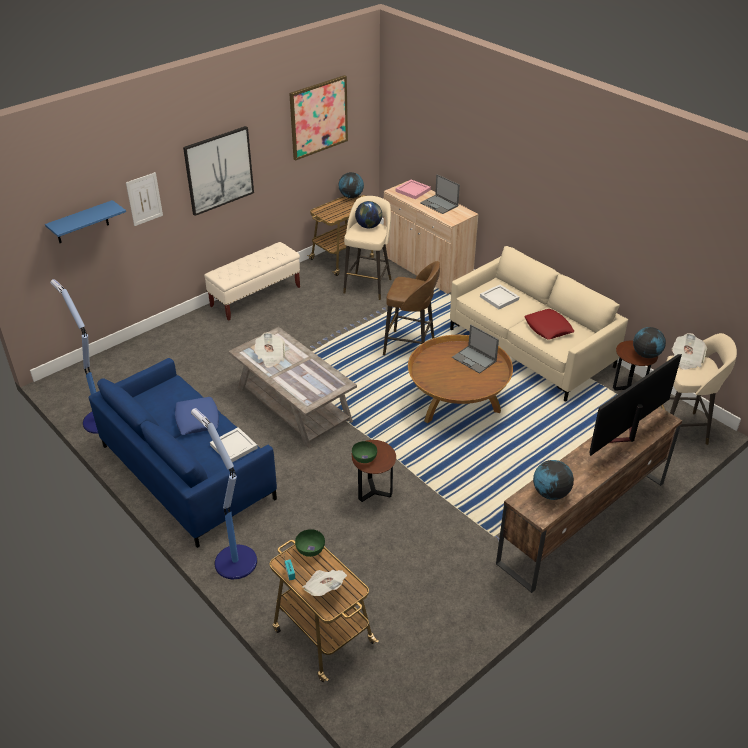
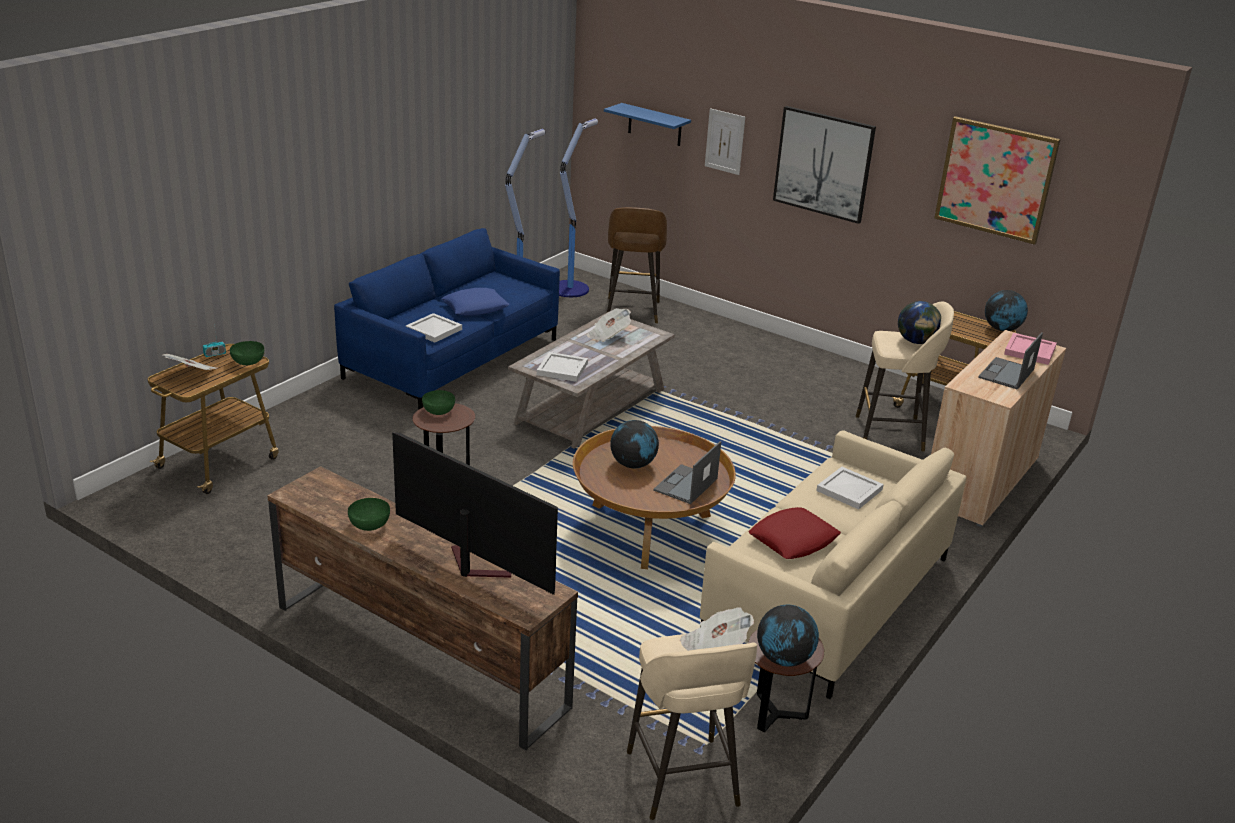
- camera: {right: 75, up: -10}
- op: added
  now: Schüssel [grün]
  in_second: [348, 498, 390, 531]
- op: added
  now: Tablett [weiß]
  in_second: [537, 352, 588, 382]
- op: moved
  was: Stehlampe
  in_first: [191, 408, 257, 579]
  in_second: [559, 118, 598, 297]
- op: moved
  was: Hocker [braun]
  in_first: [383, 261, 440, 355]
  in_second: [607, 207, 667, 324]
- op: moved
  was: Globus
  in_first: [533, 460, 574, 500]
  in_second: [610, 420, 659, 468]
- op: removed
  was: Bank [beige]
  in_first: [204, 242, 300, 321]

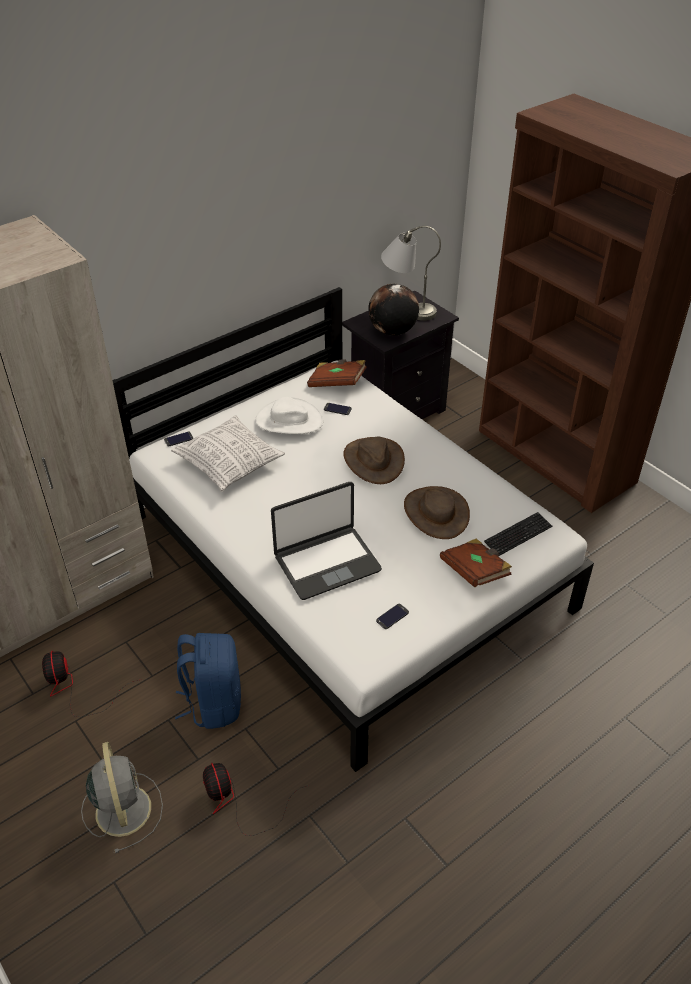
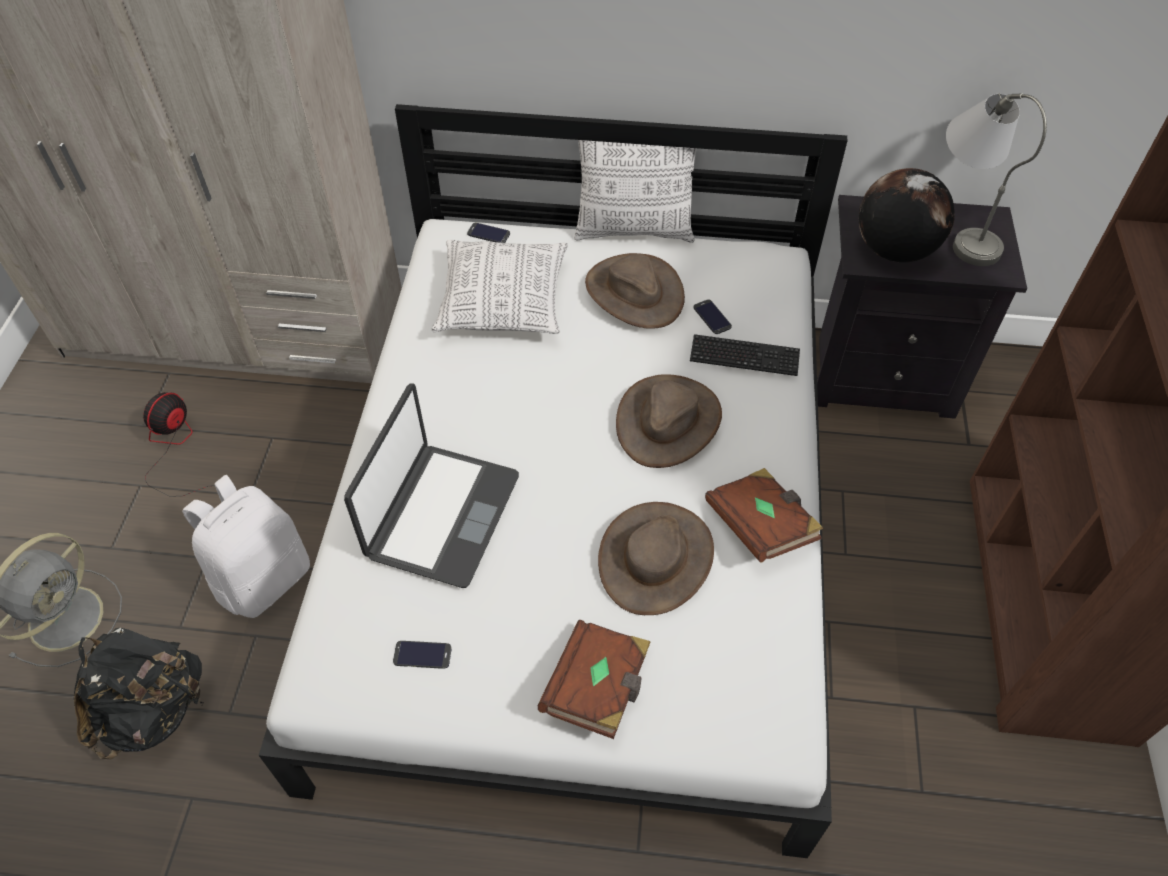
- camera: {right: 45, up: 10}
- op: replaced
  was: Ventilator
  now: Rucksack [schwarz]
  in_first: [203, 763, 308, 836]
  in_second: [74, 628, 203, 759]
- op: recoloured
  was: Rucksack [blau]
  now: Rucksack [weiß]
  in_first: [175, 633, 241, 729]
  in_second: [182, 475, 310, 618]
- op: turned
  was: Laptop
  in_first: [271, 482, 382, 600]
  in_second: [344, 383, 519, 588]
  clockwise: -90
- op: added
  now: Kissen
  in_second: [574, 140, 697, 243]
- op: recoloured
  was: Hut [weiß]
  now: Hut [braun]
  in_first: [255, 397, 323, 434]
  in_second: [585, 253, 685, 329]
- op: moved
  was: Tastatur
  in_first: [484, 512, 552, 556]
  in_second: [690, 334, 800, 376]
- op: moved
  was: Buch [braun]
  in_first: [307, 359, 367, 387]
  in_second: [705, 468, 823, 563]

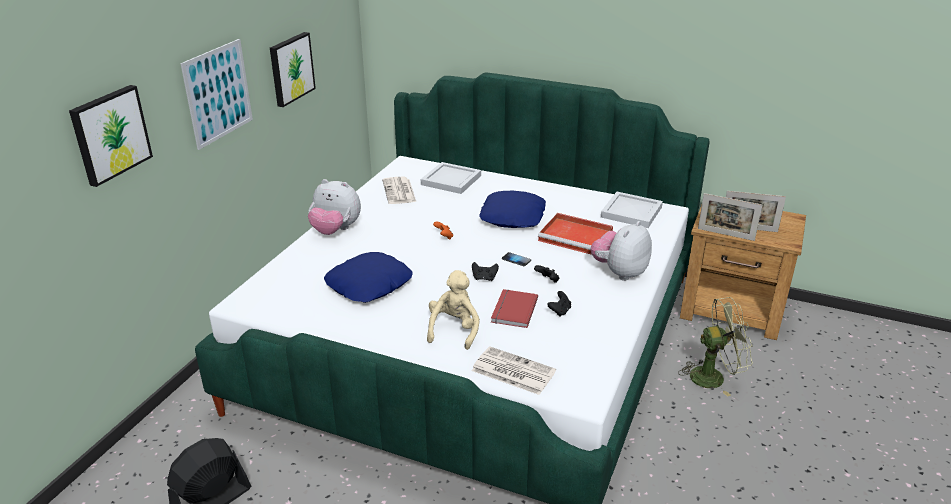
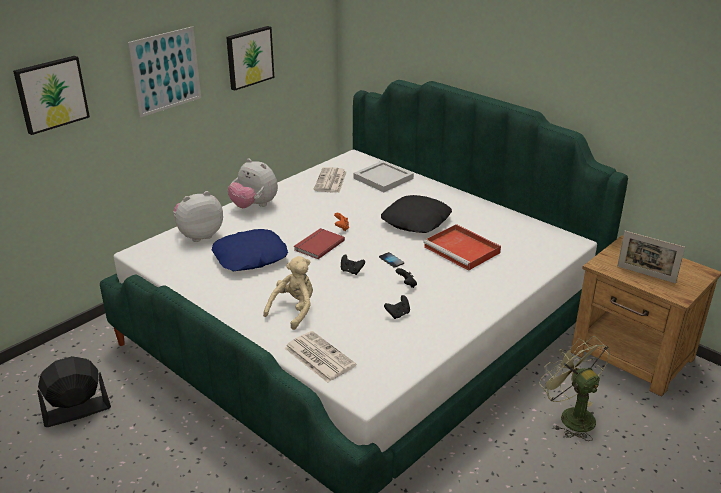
- camera: {right: 20, up: 0}
- op: moved
  was: Plüschtier
  in_first: [591, 221, 652, 281]
  in_second: [173, 191, 223, 242]
- op: moved
  was: Buch [rot]
  in_first: [491, 289, 538, 328]
  in_second: [294, 228, 345, 259]
- op: recoloured
  was: Kissen [blau]
  now: Kissen [schwarz]
  in_first: [479, 191, 546, 228]
  in_second: [381, 195, 452, 233]
- op: turned
  was: Ventilator [grün]
  in_first: [678, 297, 753, 397]
  in_second: [539, 336, 610, 441]
  clockwise: -135
- op: removed
  was: Tablett [weiß]
  in_first: [601, 192, 663, 228]
- op: removed
  was: Bilderrahmen
  in_first: [698, 193, 762, 241]

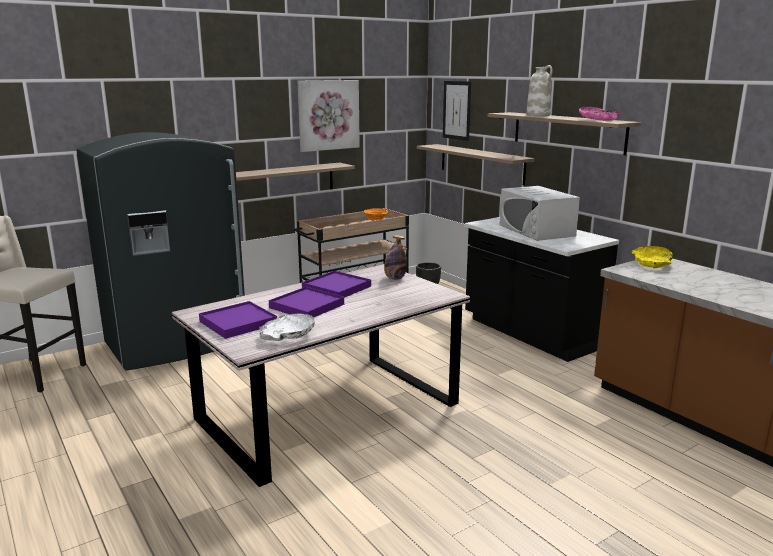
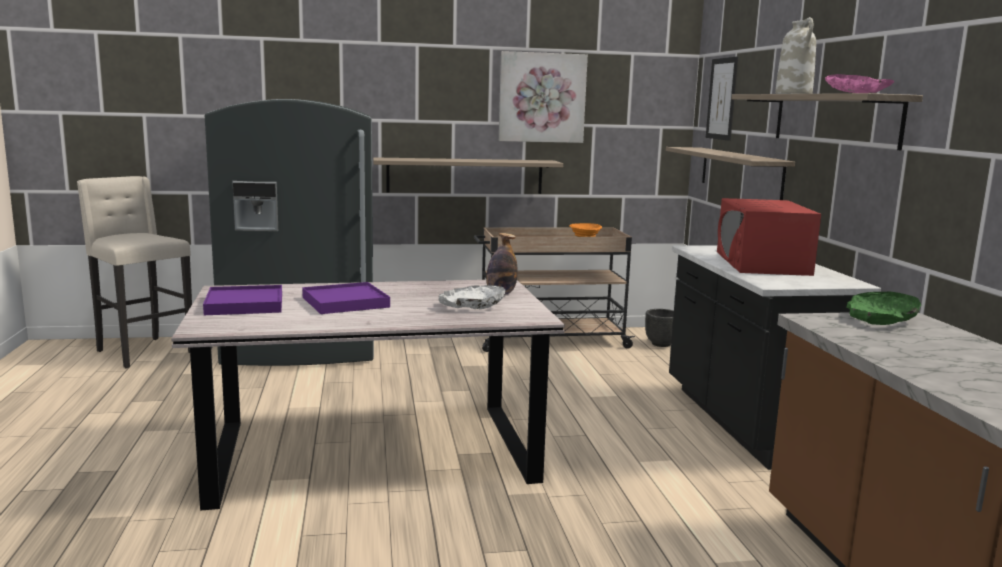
- camera: {right: 25, up: -5}
- op: moved
  was: Schüssel [weiß]
  in_first: [259, 313, 315, 341]
  in_second: [438, 285, 505, 309]
- op: recoloured
  was: Mikrowelle [weiß]
  now: Mikrowelle [rot]
  in_first: [499, 186, 580, 241]
  in_second: [717, 198, 821, 276]
- op: recoloured
  was: Schüssel [gelb]
  now: Schüssel [grün]
  in_first: [632, 246, 673, 269]
  in_second: [846, 292, 921, 325]
- op: removed
  was: Tablett [lila]
  in_first: [302, 271, 371, 298]

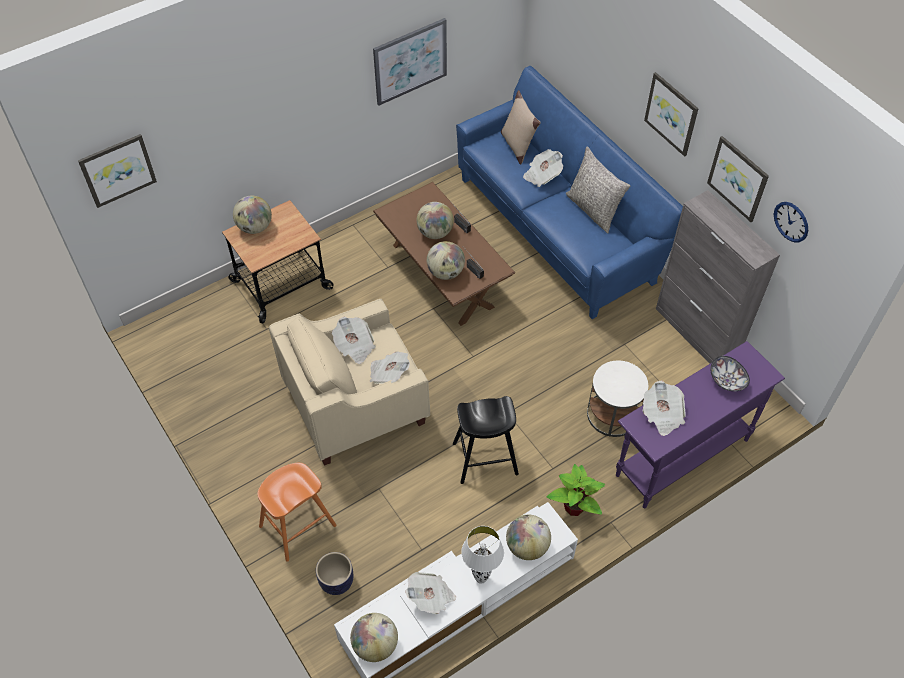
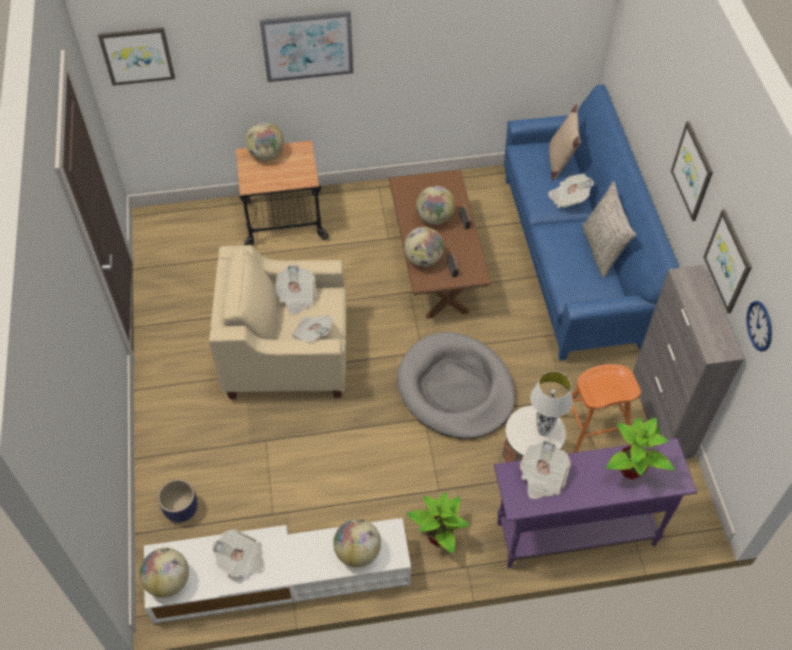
- camera: {right: 25, up: 0}
- op: moved
  was: Bild
  in_first: [373, 18, 447, 106]
  in_second: [260, 11, 353, 82]
- op: added
  now: Hundebett [grau]
  in_second: [397, 332, 515, 439]
- op: moved
  was: Tischlampe [weiß]
  in_first: [461, 526, 504, 584]
  in_second: [530, 371, 573, 436]
- op: moved
  was: Hocker [orange]
  in_first: [257, 463, 337, 562]
  in_second: [571, 364, 641, 453]
- op: replaced
  was: Schüssel
  now: Topfpflanze
  in_first: [710, 356, 750, 391]
  in_second: [606, 417, 675, 480]
- op: removed
  was: Hocker [schwarz]
  in_first: [453, 396, 519, 484]

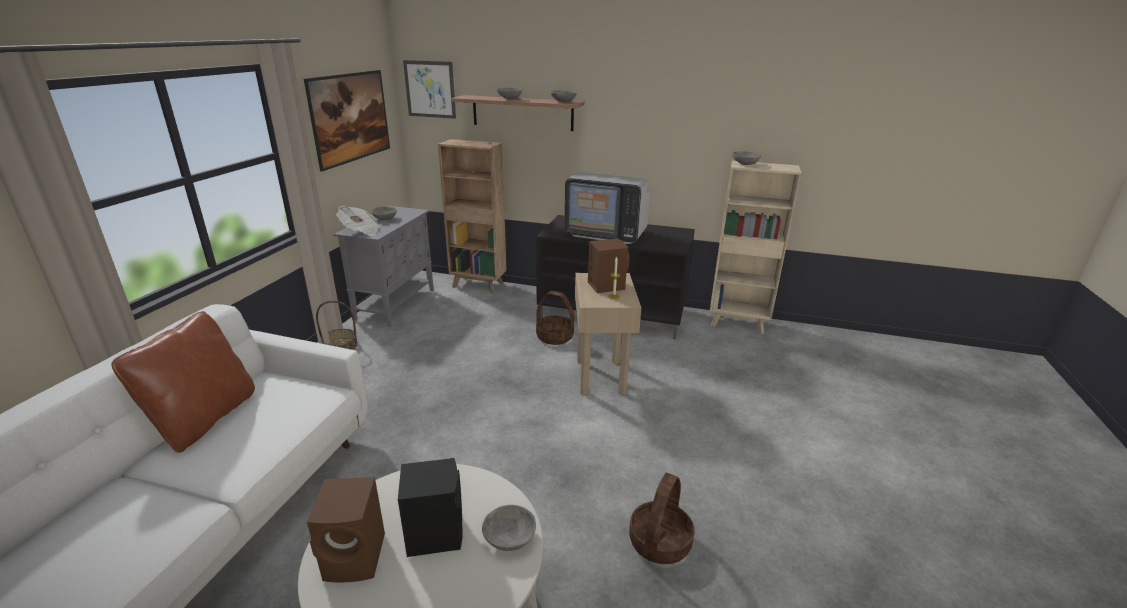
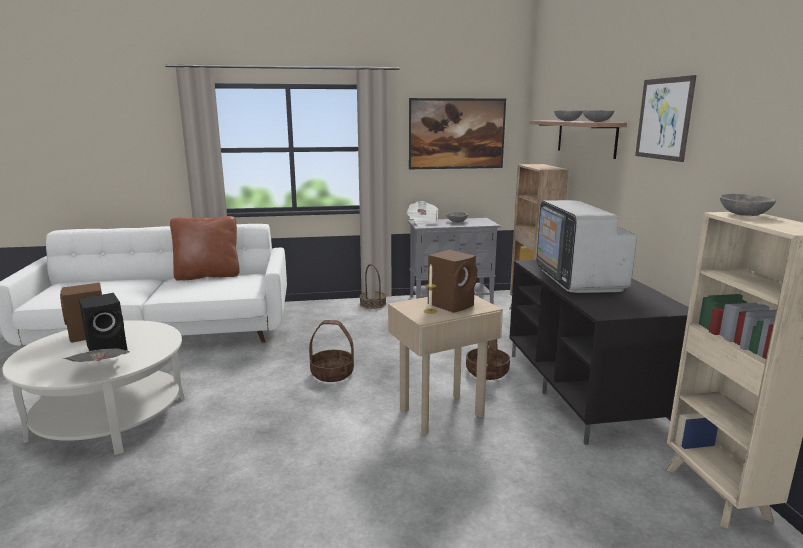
- camera: {right: 65, up: -10}
- op: replaced
  was: Schüssel [grau]
  now: Zeitung
  in_first: [482, 505, 536, 551]
  in_second: [62, 349, 130, 362]
- op: moved
  was: Korb
  in_first: [629, 473, 694, 564]
  in_second: [309, 320, 354, 382]
- op: moved
  was: Bild
  in_first: [403, 60, 456, 119]
  in_second: [635, 75, 697, 162]

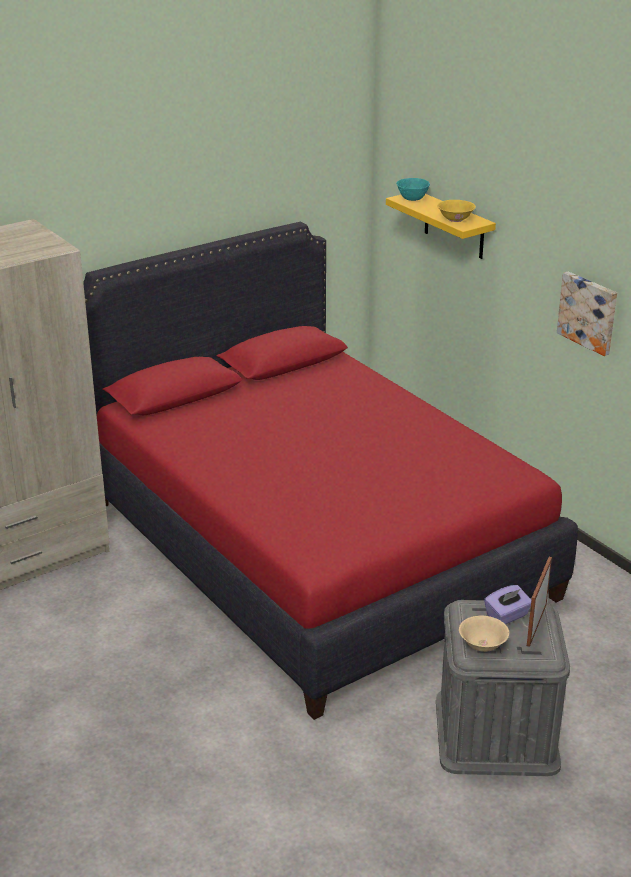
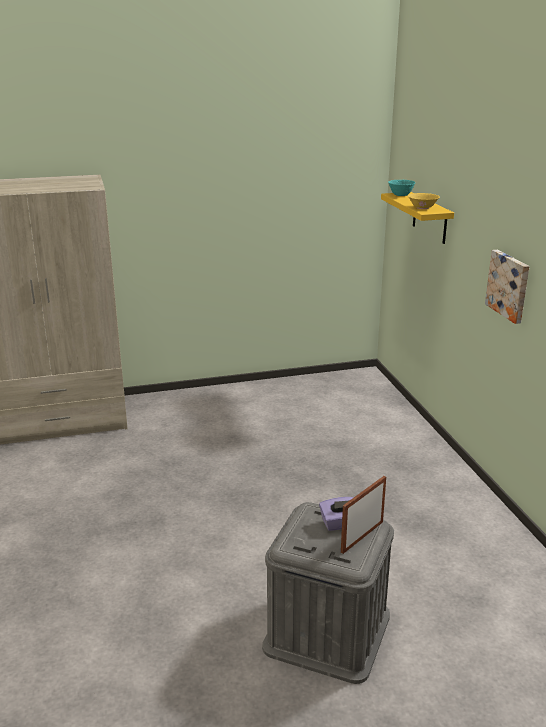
- camera: {right: 20, up: -5}
- op: removed
  was: Bett [rot]
  in_first: [83, 221, 578, 720]
- op: removed
  was: Schüssel [beige]
  in_first: [459, 616, 509, 652]

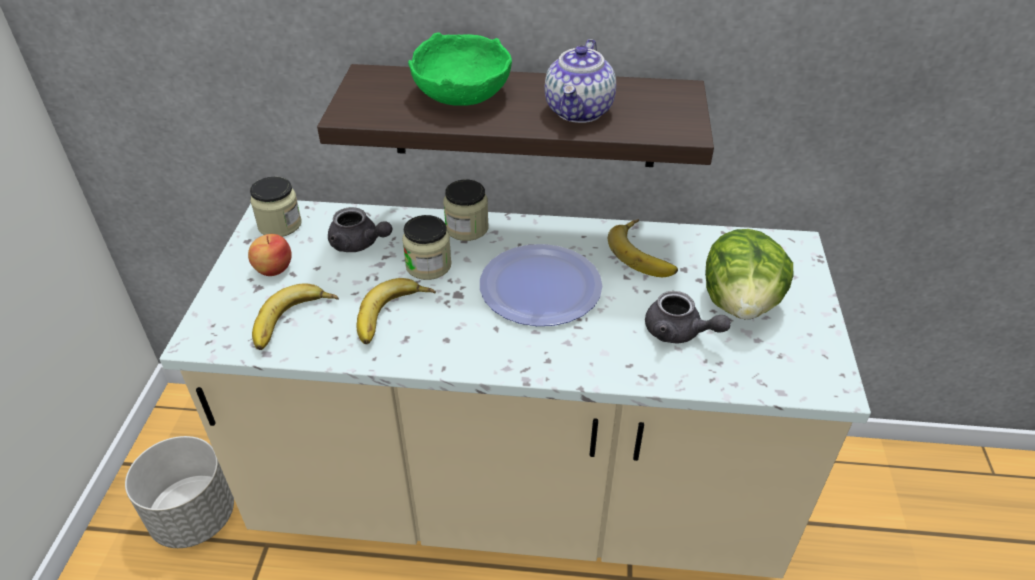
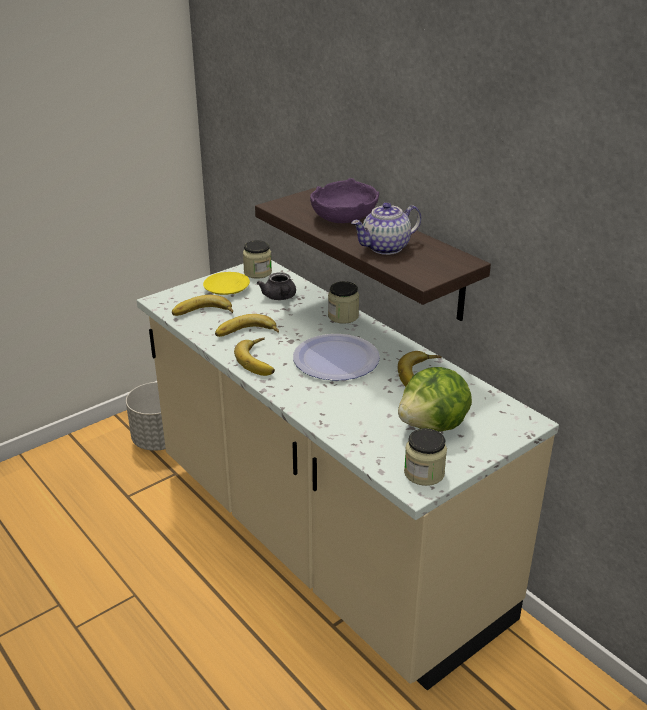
- camera: {right: 45, up: -10}
- op: replaced
  was: Apfel
  now: Teller [gelb]
  in_first: [248, 234, 292, 276]
  in_second: [203, 272, 250, 295]
- op: added
  now: Banane
  in_second: [234, 338, 275, 376]
- op: recoloured
  was: Schüssel [grün]
  now: Schüssel [lila]
  in_first: [408, 32, 512, 106]
  in_second: [310, 178, 379, 223]
- op: moved
  was: Vorratsglas
  in_first: [402, 215, 452, 280]
  in_second: [404, 428, 447, 486]
- op: removed
  was: Teekanne [grau]
  in_first: [645, 291, 731, 343]

